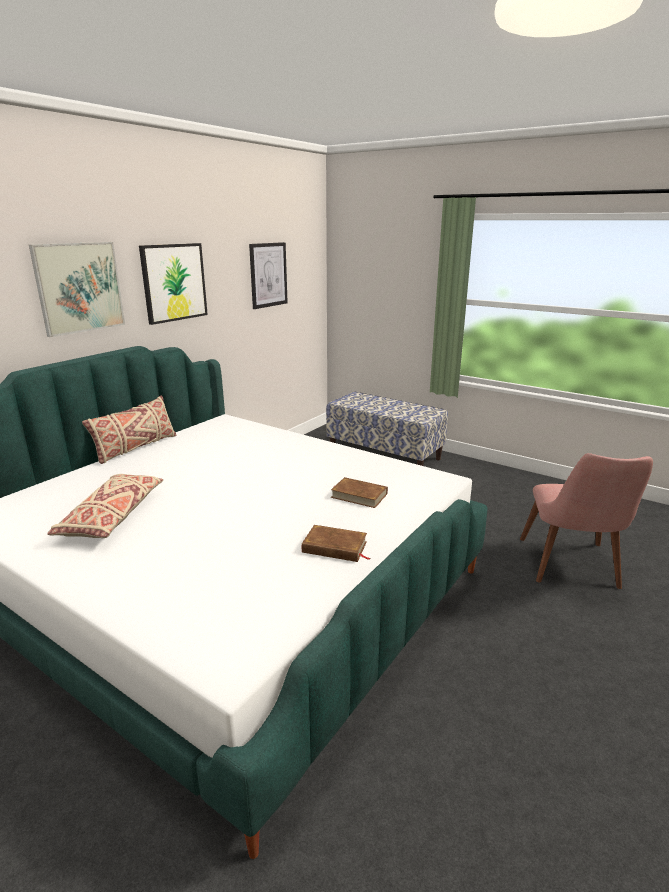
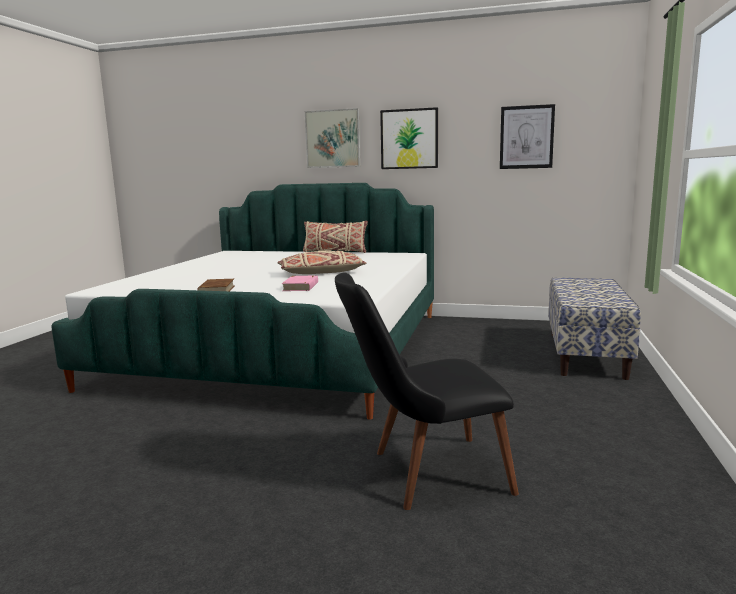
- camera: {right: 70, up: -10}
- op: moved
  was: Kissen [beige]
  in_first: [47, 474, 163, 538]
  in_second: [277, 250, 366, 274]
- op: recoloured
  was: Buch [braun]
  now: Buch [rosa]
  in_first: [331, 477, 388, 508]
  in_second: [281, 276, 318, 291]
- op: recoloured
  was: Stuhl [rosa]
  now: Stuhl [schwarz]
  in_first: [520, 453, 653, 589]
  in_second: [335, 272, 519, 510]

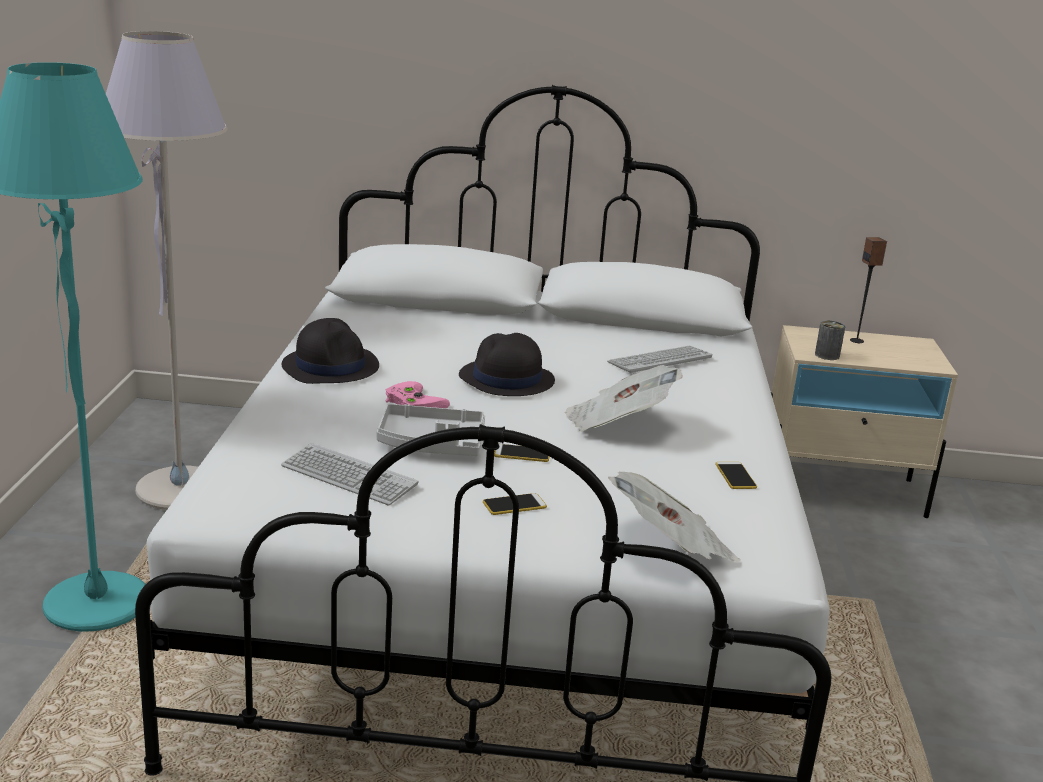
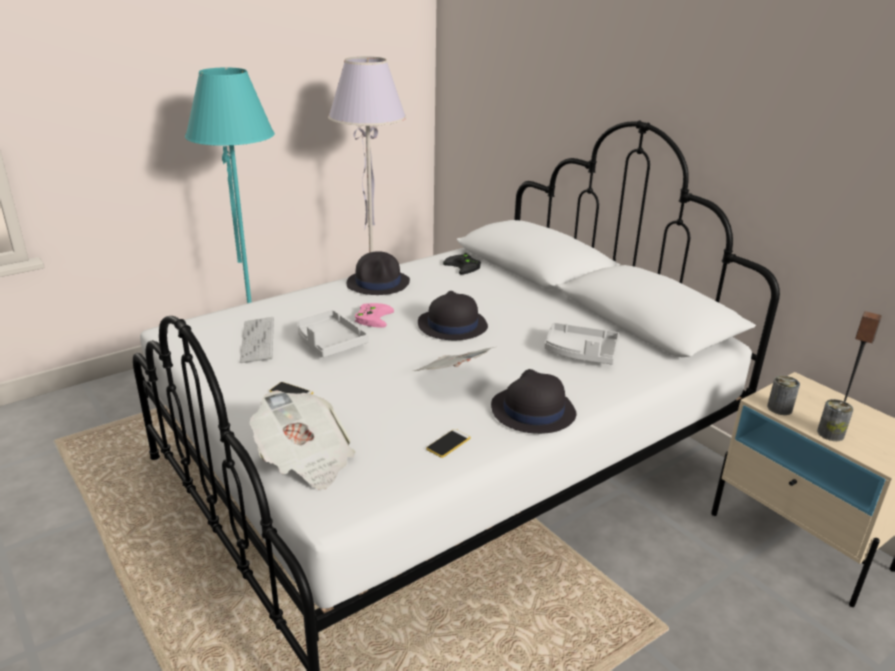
- camera: {right: 50, up: 5}
- op: added
  now: Gamepad [schwarz]
  in_second: [443, 253, 481, 275]
- op: added
  now: Hut [schwarz]
  in_second: [491, 369, 577, 434]
- op: replaced
  was: Tastatur
  now: Tablett [grau]
  in_first: [607, 346, 712, 374]
  in_second: [544, 323, 620, 365]
- op: added
  now: Dose
  in_second: [817, 399, 853, 441]
- op: removed
  was: Handy
  in_first: [494, 444, 549, 462]

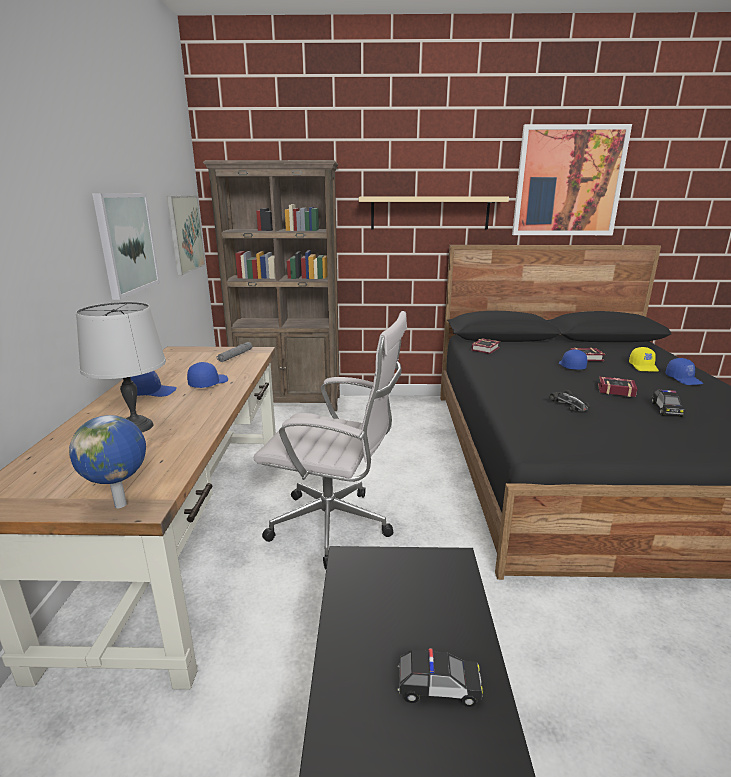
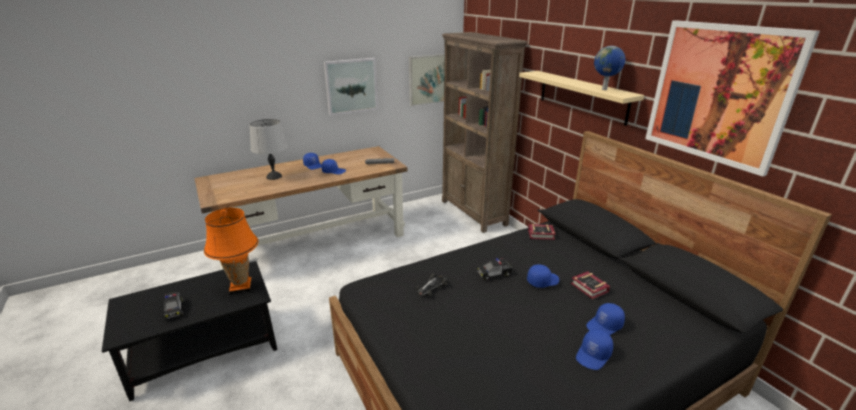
- camera: {right: 60, up: 5}
- op: added
  now: Tischlampe [orange]
  in_second: [204, 208, 258, 295]
- op: moved
  was: Spielzeugauto
  in_first: [651, 388, 684, 417]
  in_second: [477, 258, 513, 281]
- op: recoloured
  was: Kappe [gelb]
  now: Kappe [blau]
  in_first: [629, 347, 659, 371]
  in_second: [586, 303, 625, 335]
- op: moved
  was: Globus
  in_first: [69, 415, 146, 508]
  in_second: [594, 46, 625, 90]
- op: removed
  was: Bürostuhl [weiß]
  in_first: [254, 311, 407, 569]
- op: removed
  was: Buch
  in_first: [598, 376, 637, 397]

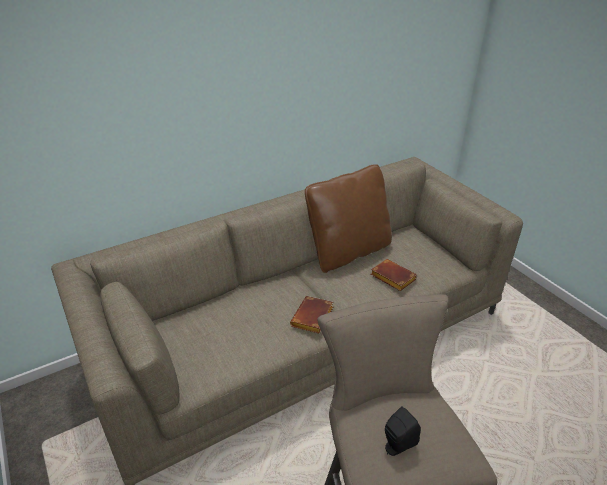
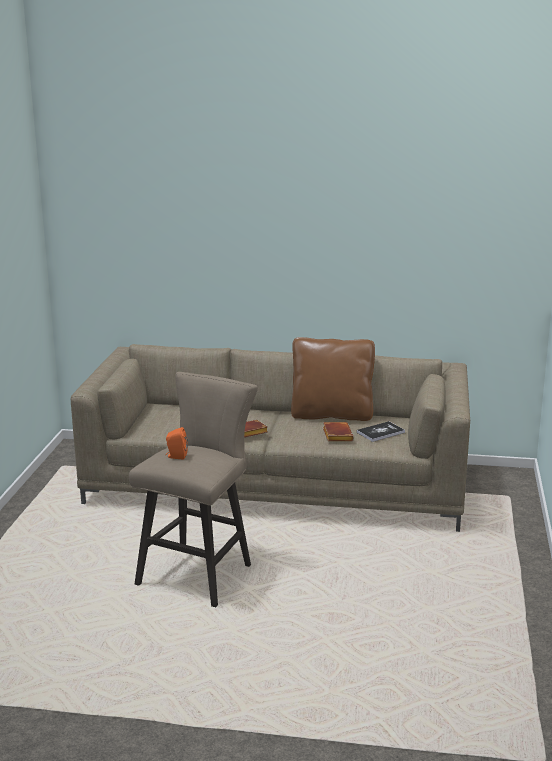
- camera: {right: 40, up: -15}
- op: recoloured
  was: Lautsprecher [schwarz]
  now: Lautsprecher [orange]
  in_first: [385, 406, 421, 456]
  in_second: [166, 427, 188, 460]
- op: added
  now: Buch
  in_second: [357, 421, 405, 442]

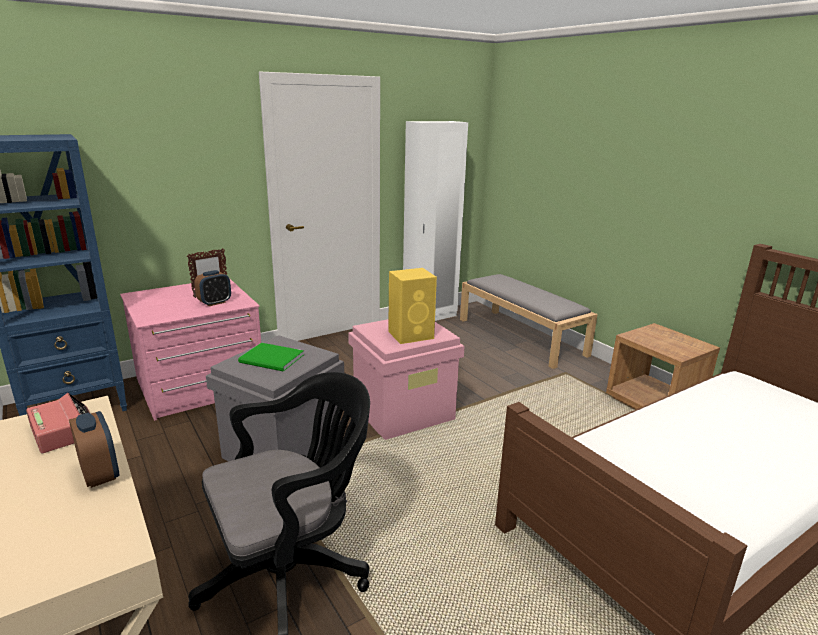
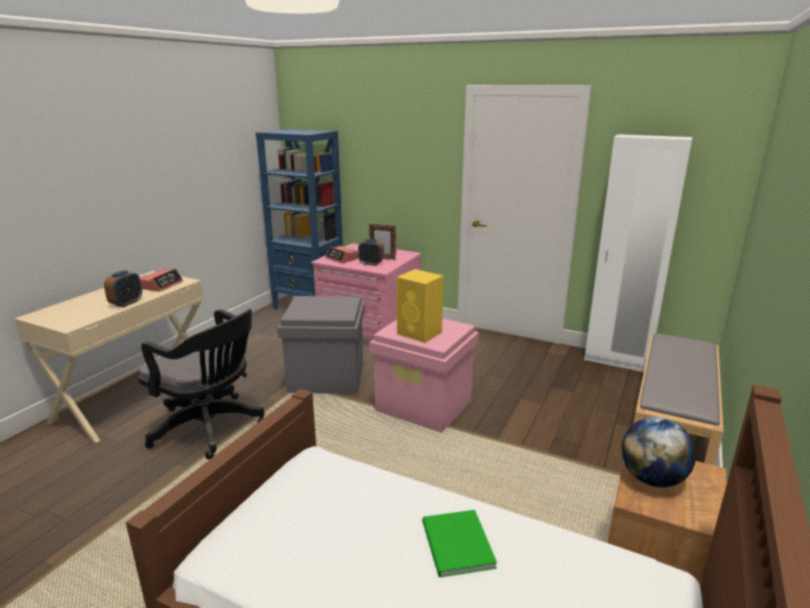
- camera: {right: 60, up: 0}
- op: added
  now: Wecker
  in_second: [325, 246, 358, 263]
- op: moved
  was: Buch [grün]
  in_first: [238, 343, 304, 372]
  in_second: [422, 510, 497, 577]
- op: added
  now: Globus
  in_second: [621, 417, 696, 487]

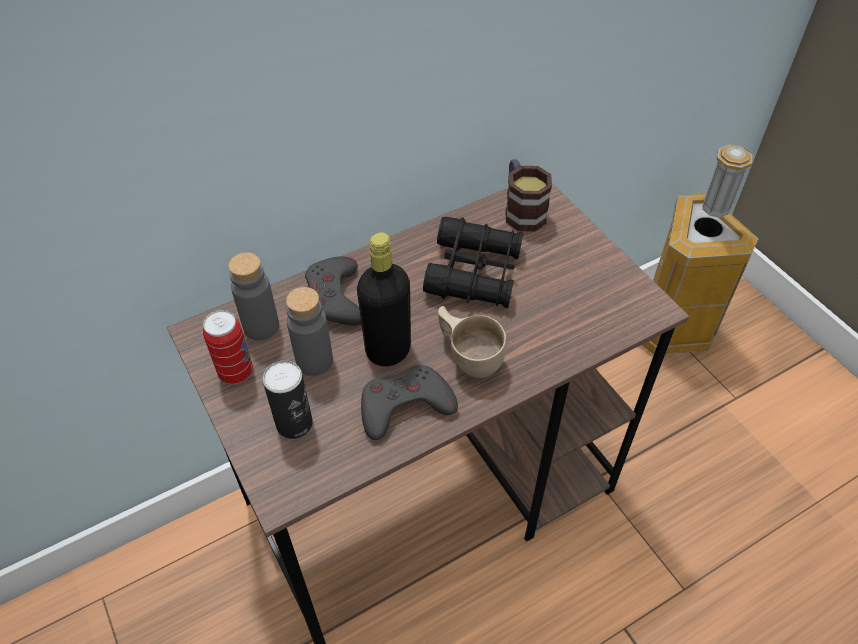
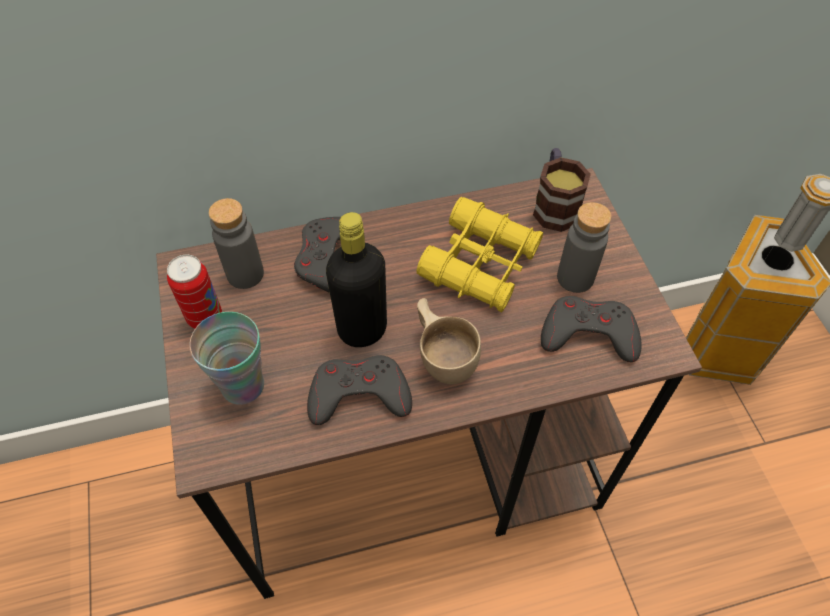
- camera: {right: 15, up: 5}
- op: replaced
  was: Dose
  now: Tasse
  in_first: [262, 360, 313, 439]
  in_second: [189, 312, 264, 405]
- op: recoloured
  was: Fernglas [schwarz]
  now: Fernglas [gelb]
  in_first: [423, 217, 523, 308]
  in_second: [416, 197, 543, 312]
- op: added
  now: Gamepad [grau]
  in_second: [541, 296, 642, 362]
- op: moved
  was: Flasche [grau]
  in_first: [286, 287, 333, 376]
  in_second: [557, 202, 611, 293]

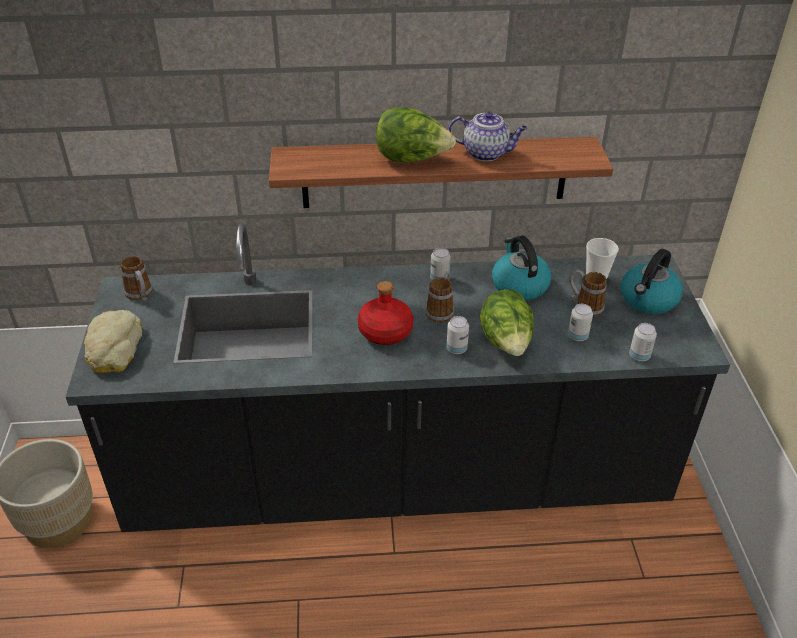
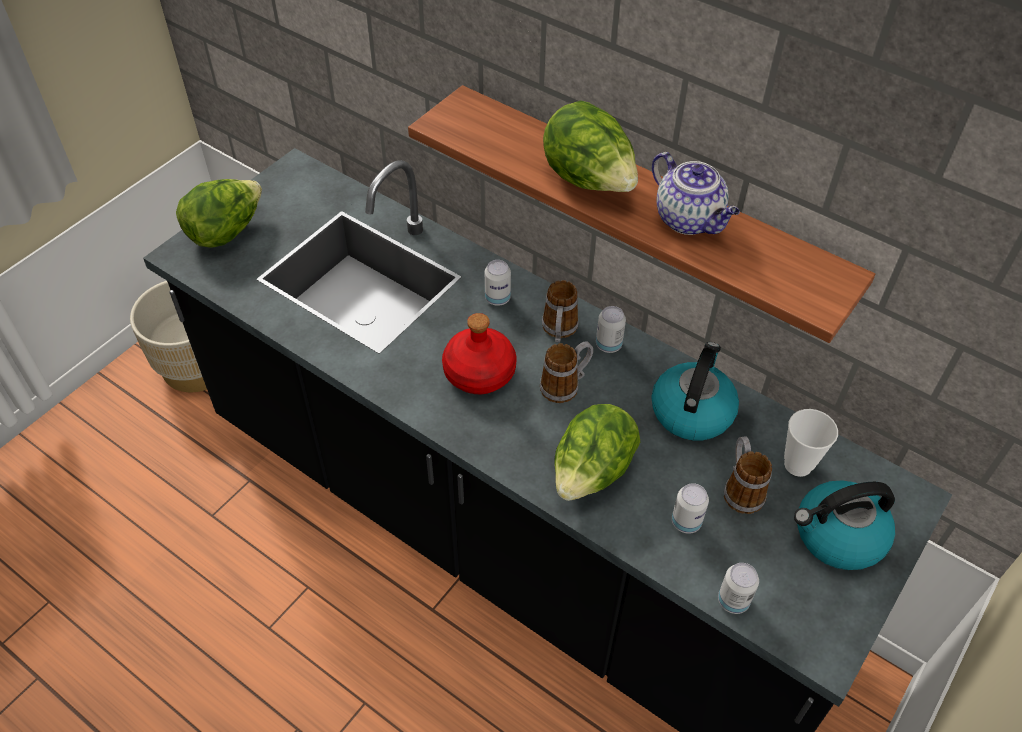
- camera: {right: 40, up: 10}
- op: replaced
  was: Brot
  now: Salatkopf
  in_first: [84, 310, 142, 373]
  in_second: [176, 179, 262, 247]
- op: moved
  was: Dose
  in_first: [446, 316, 469, 354]
  in_second: [485, 260, 511, 306]
- op: moved
  was: Henkelbecher
  in_first: [120, 256, 152, 301]
  in_second: [542, 280, 579, 342]

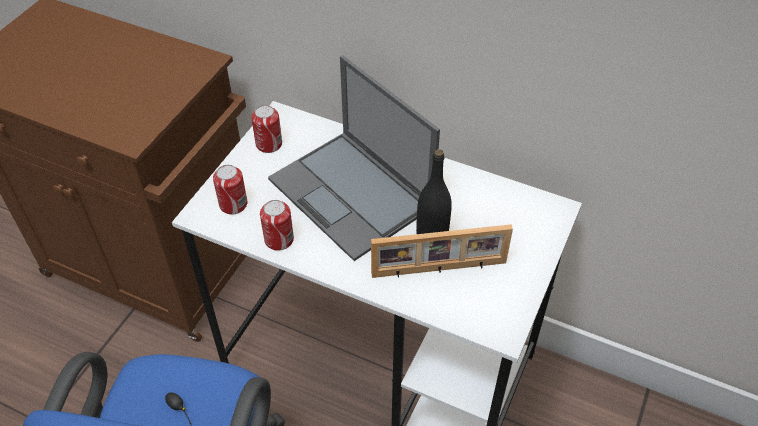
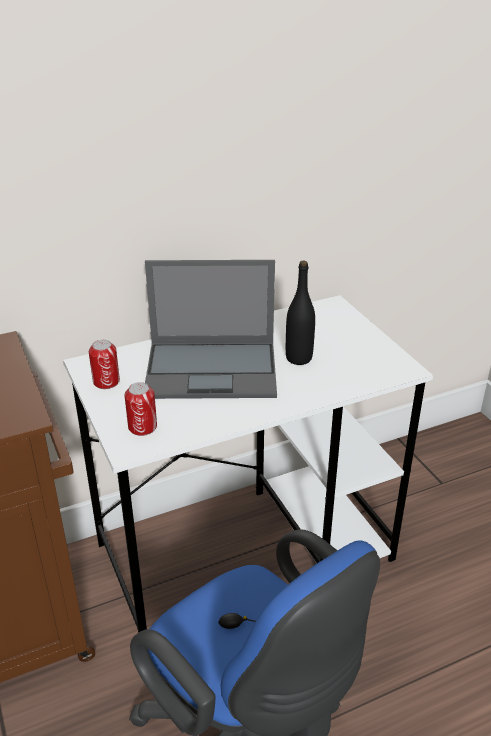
- camera: {right: -50, up: -15}
- op: removed
  was: Dose
  in_first: [260, 200, 294, 251]
- op: removed
  was: Bilderrahmen
  in_first: [371, 224, 513, 278]

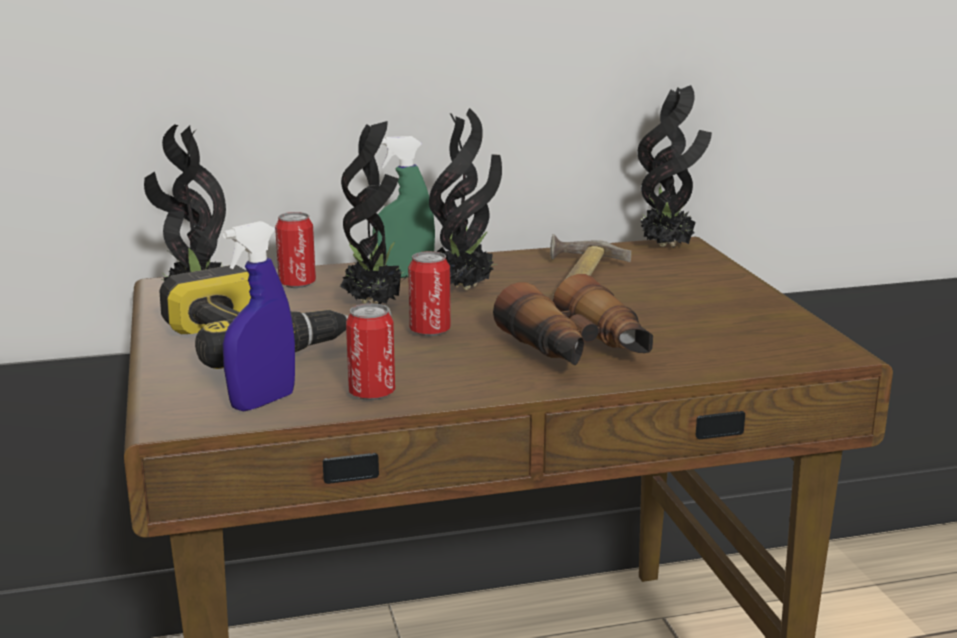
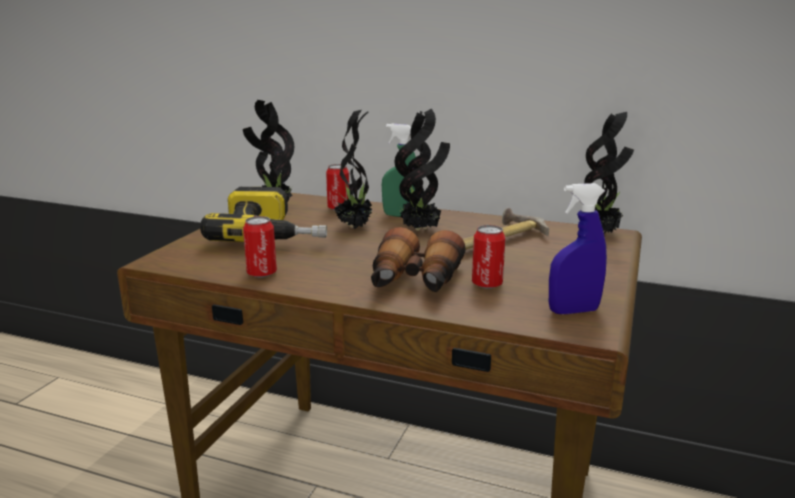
- camera: {right: 35, up: 0}
- op: moved
  was: Dose
  in_first: [408, 251, 451, 336]
  in_second: [472, 225, 506, 289]
- op: moved
  was: Sprühflasche [blau]
  in_first: [222, 221, 295, 411]
  in_second: [549, 183, 607, 314]

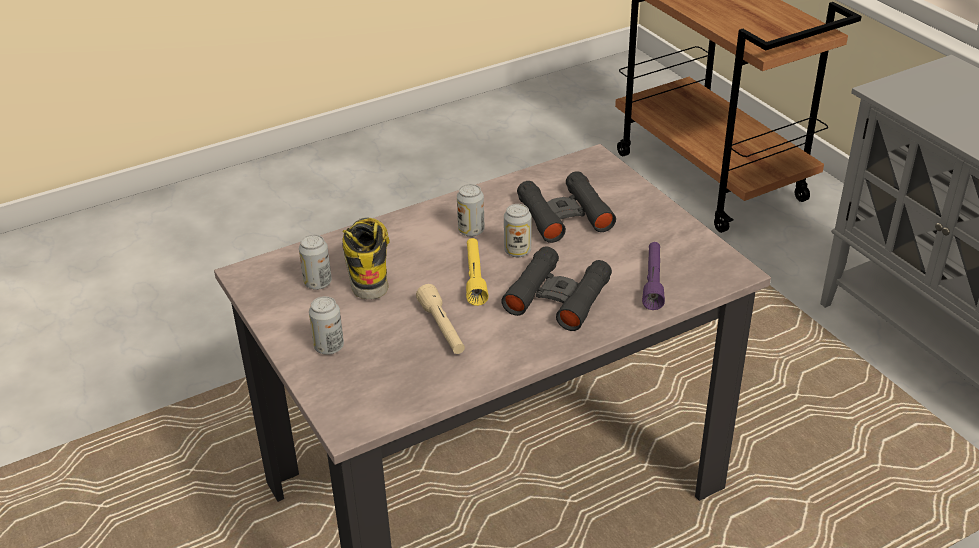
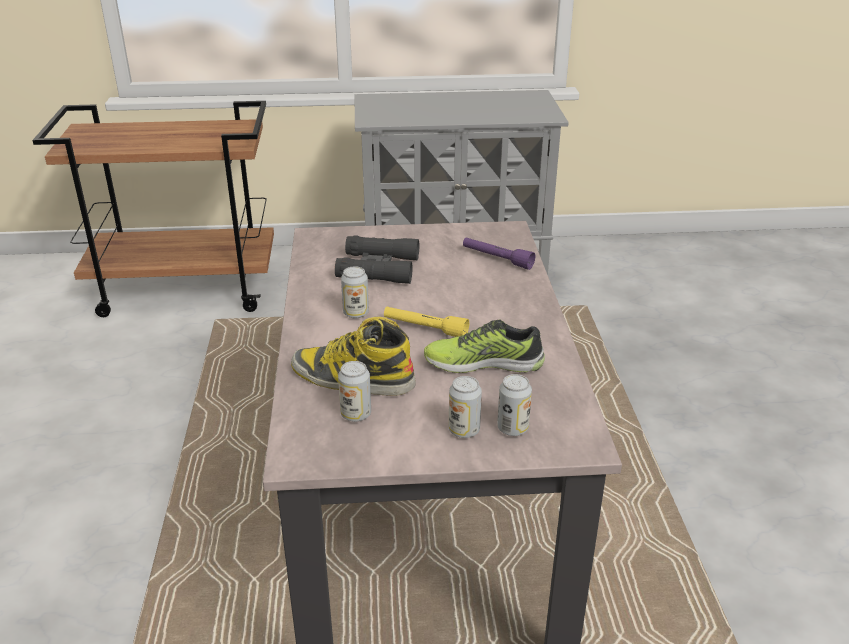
- camera: {right: -65, up: -5}
- op: replaced
  was: Taschenlampe [beige]
  now: Schuh
  in_first: [416, 284, 465, 354]
  in_second: [424, 320, 545, 373]
- op: moved
  was: Dose
  in_first: [504, 204, 532, 257]
  in_second: [497, 374, 532, 436]
- op: removed
  was: Fernglas [schwarz]
  in_first: [501, 246, 612, 331]

